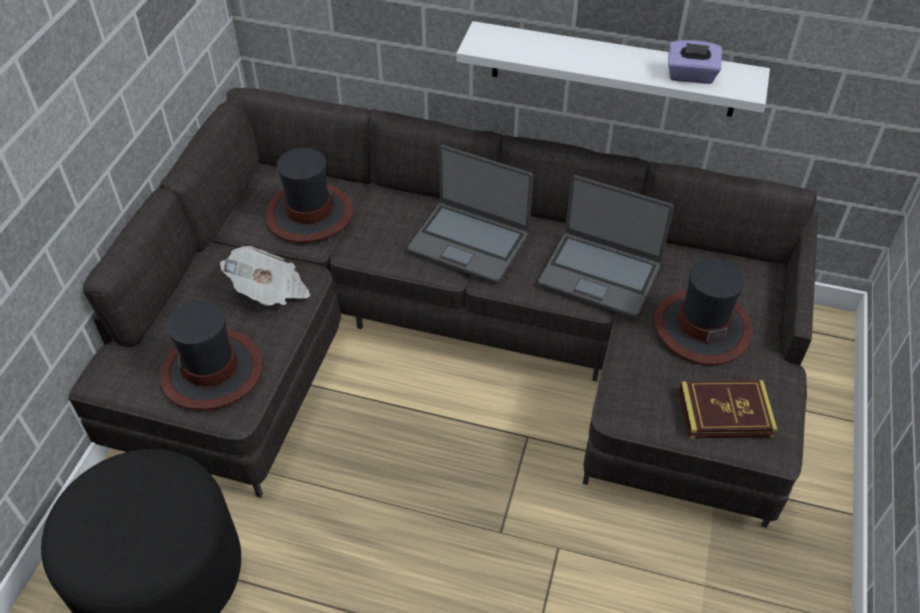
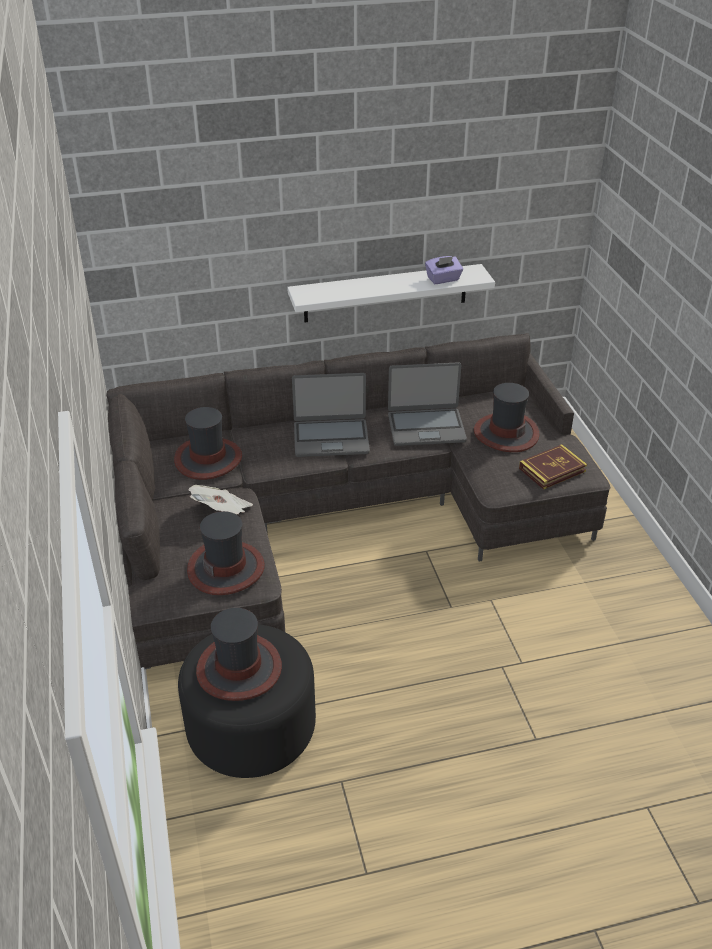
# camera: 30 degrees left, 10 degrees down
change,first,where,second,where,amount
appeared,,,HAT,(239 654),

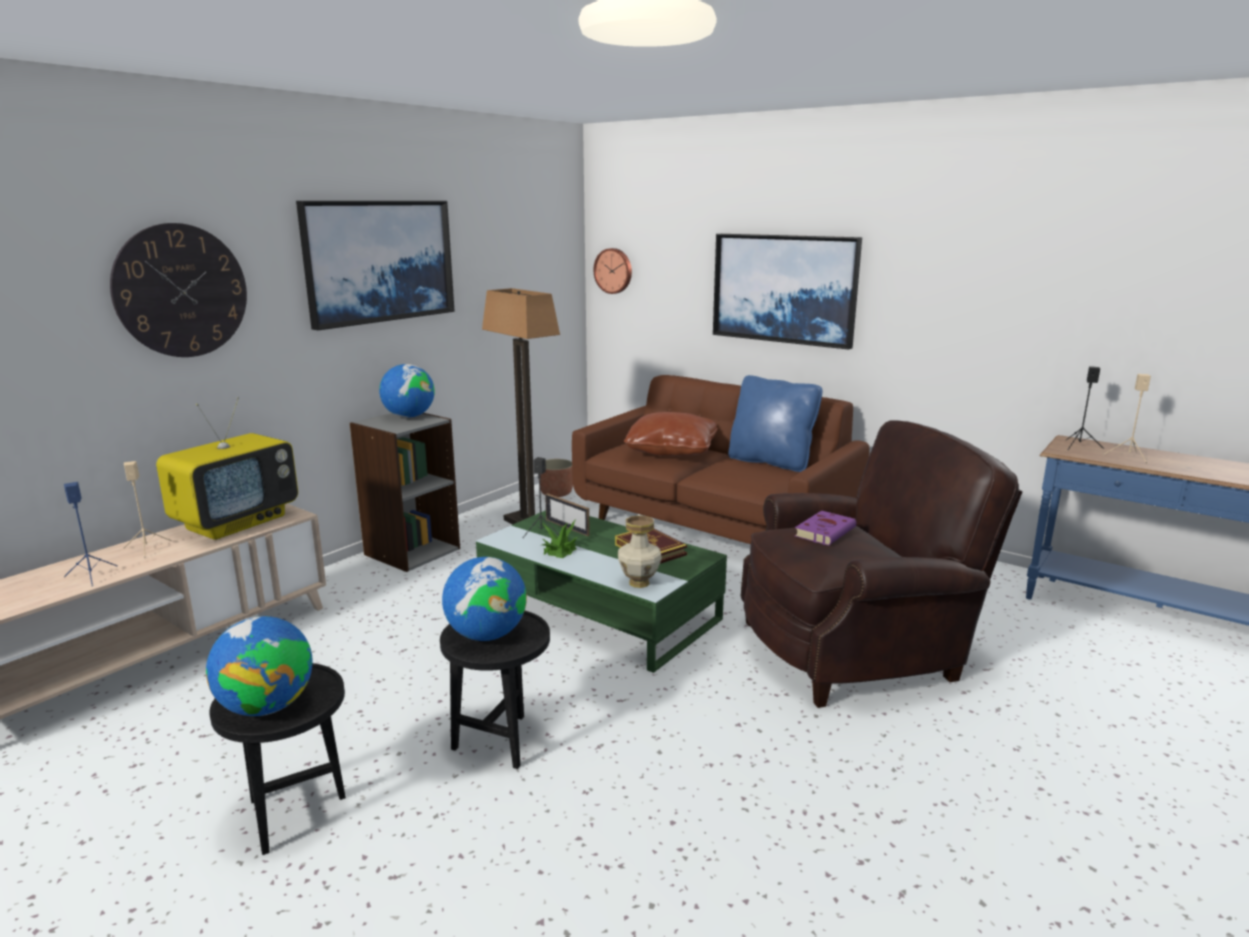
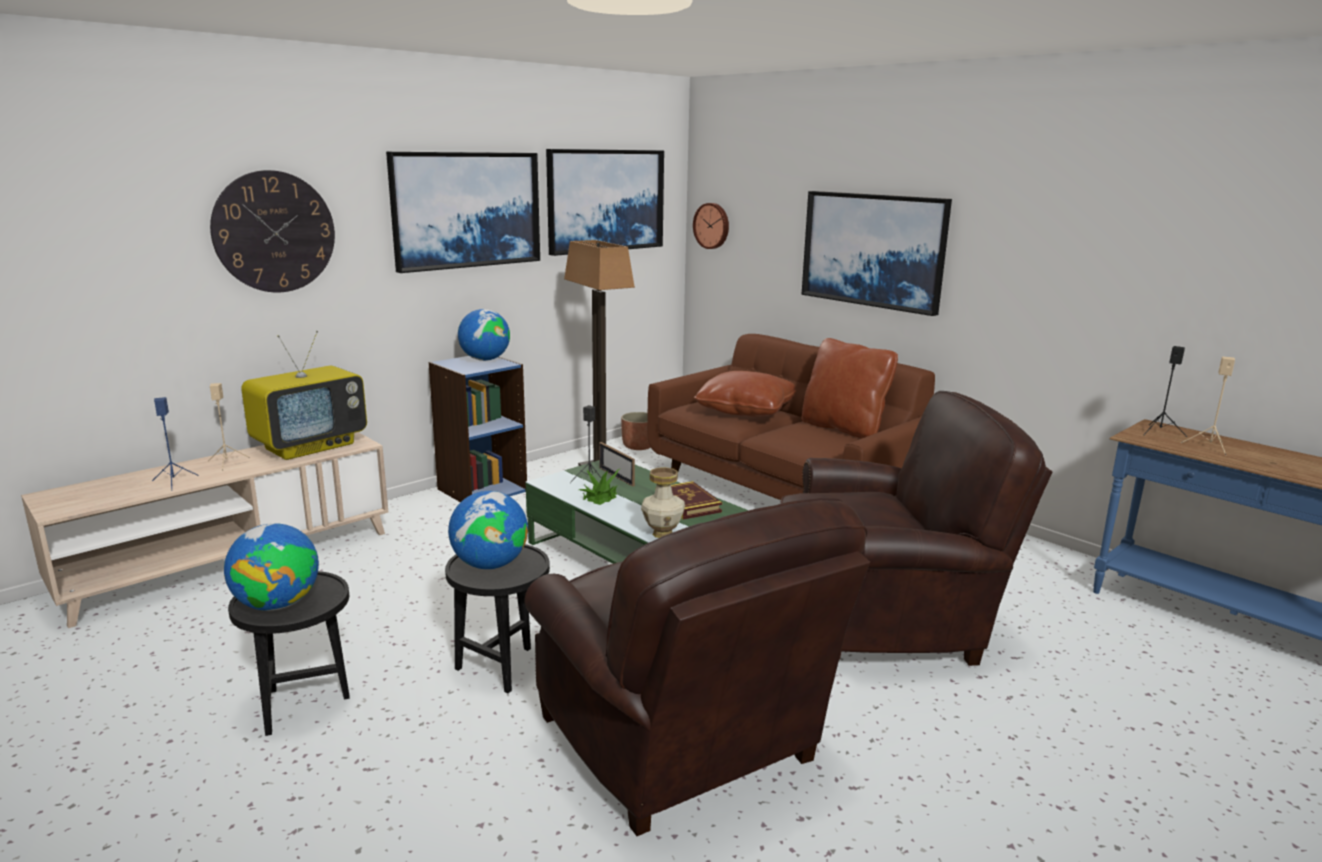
# camera: 10 degrees right, 0 degrees up
change,first,where,second,where,amount
colour,GREY BOOKCASE,(405 492),BLUE BOOKCASE,(478 429),
colour,BLUE PILLOW,(775 423),BROWN PILLOW,(850 388),
missing,PURPLE BOOK,(825 528),,,
appeared,,,BROWN ARMCHAIR,(697 667),
appeared,,,PICTURE,(605 202),

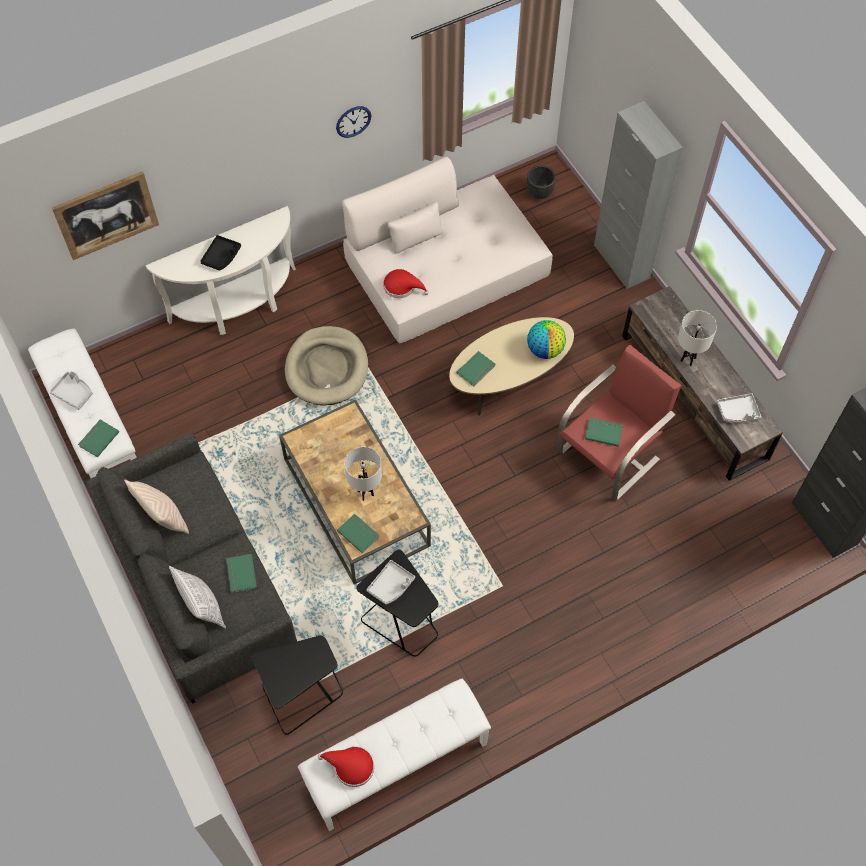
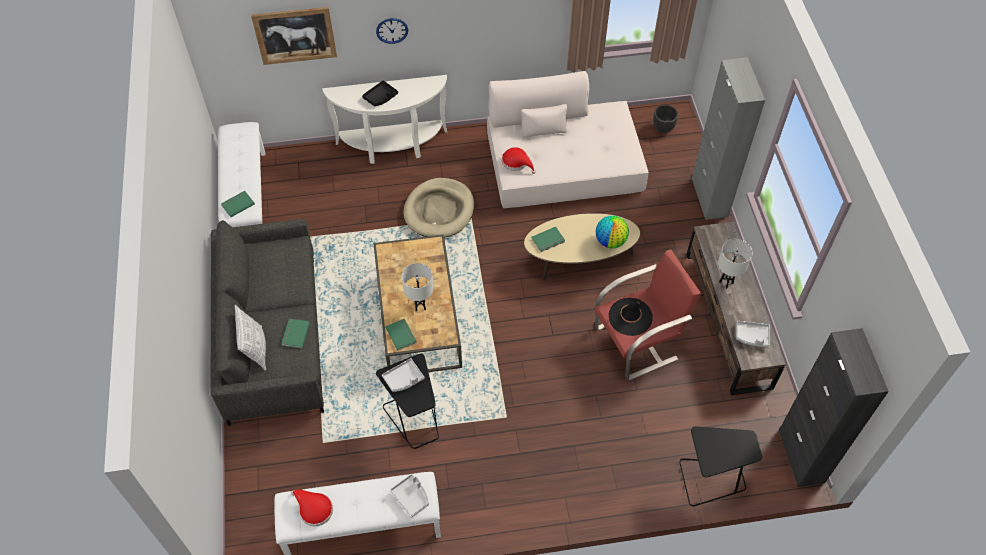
# camera: 20 degrees right, 5 degrees down
change,first,where,second,where,amount
relocated,GREY TRAY,(71 390),,(409 496),
missing,BEIGE PILLOW,(156 506),,,
relocated,BLACK SIDE TABLE,(297 685),,(720 466),
relocated,WALL CLOCK,(353 122),,(392 31),
exchanged,GREEN BOOK,(604 432),BLACK HAT,(631 317),

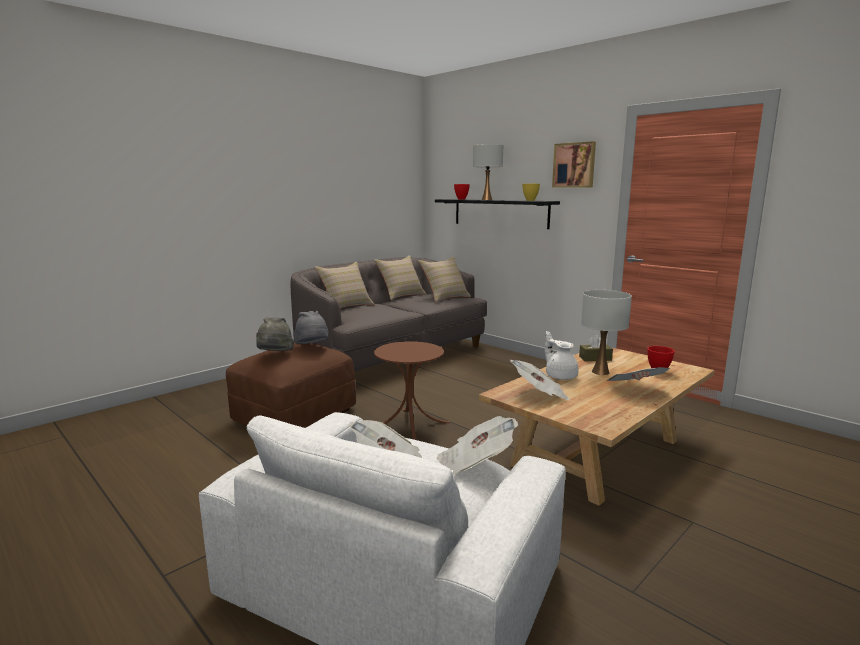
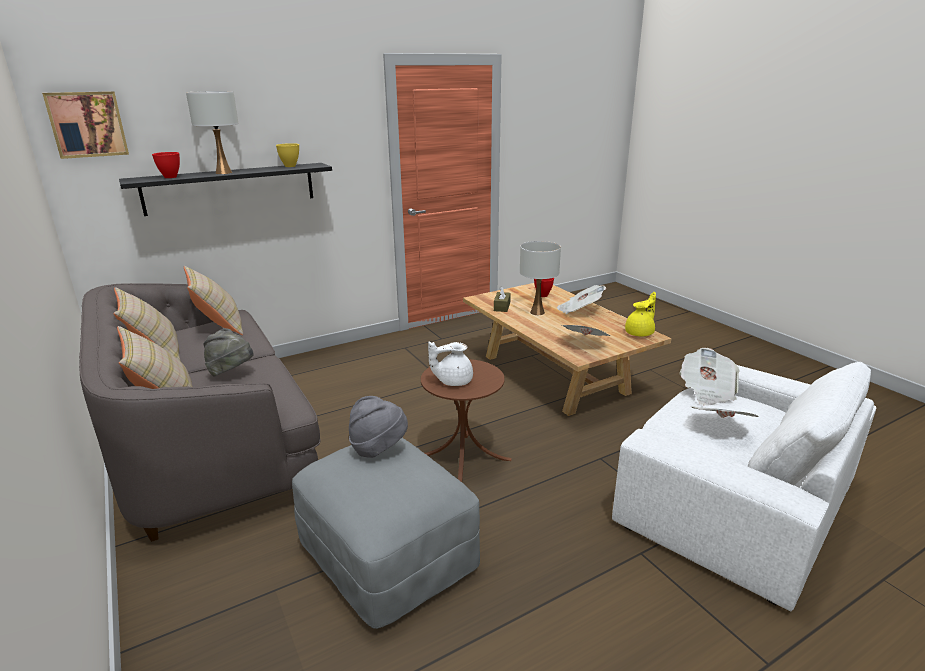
# camera: 75 degrees left, 10 degrees up
change,first,where,second,where,amount
colour,BROWN OTTOMAN,(291 385),GREY OTTOMAN,(386 533),
relocated,GREY HAT,(275 334),,(229 352),
relocated,WHITE TEAPOT,(562 355),,(450 363),
relocated,PICTURE,(574 164),,(85 125),
appeared,,,YELLOW TEAPOT,(640 314),

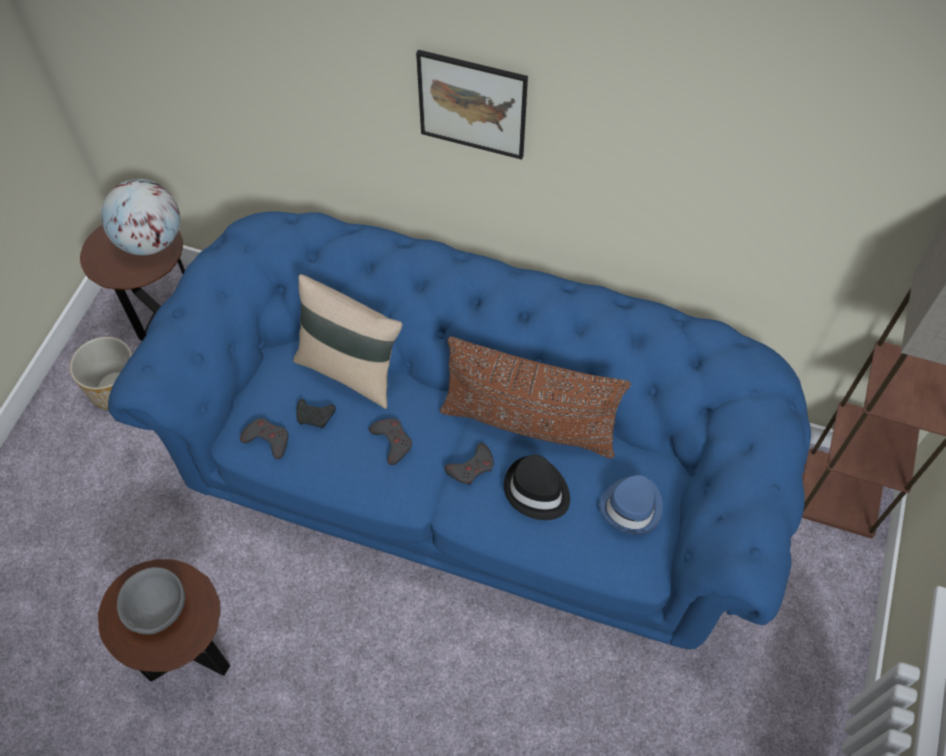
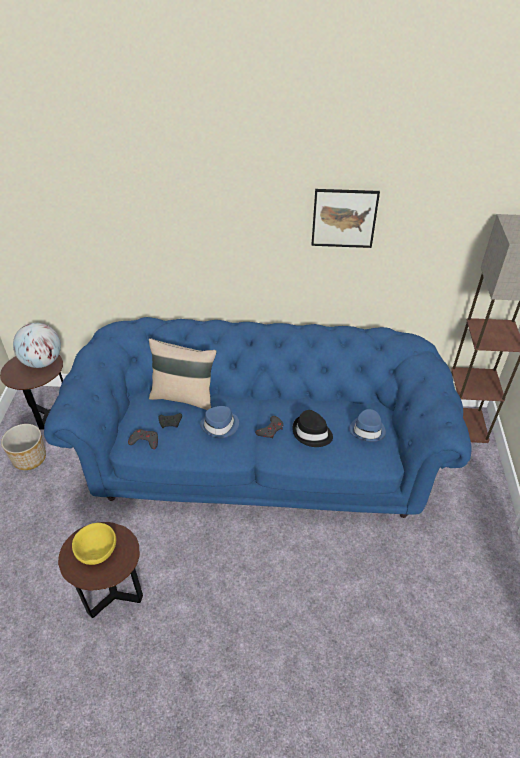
# camera: 15 degrees left, 15 degrees down
change,first,where,second,where,amount
colour,GREY BOWL,(151 600),YELLOW BOWL,(94 544),
exchanged,GREY GAME CONTROLLER,(390 441),BLUE HAT,(219 422),
relocated,PICTURE,(472 105),,(345 218),
missing,BROWN PILLOW,(535 397),,,

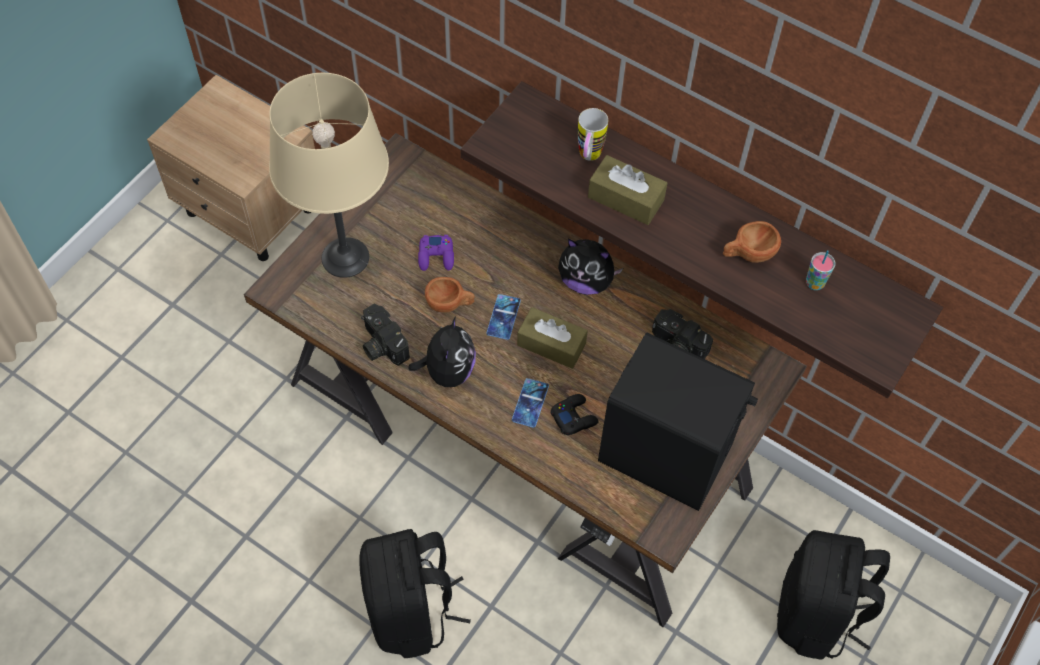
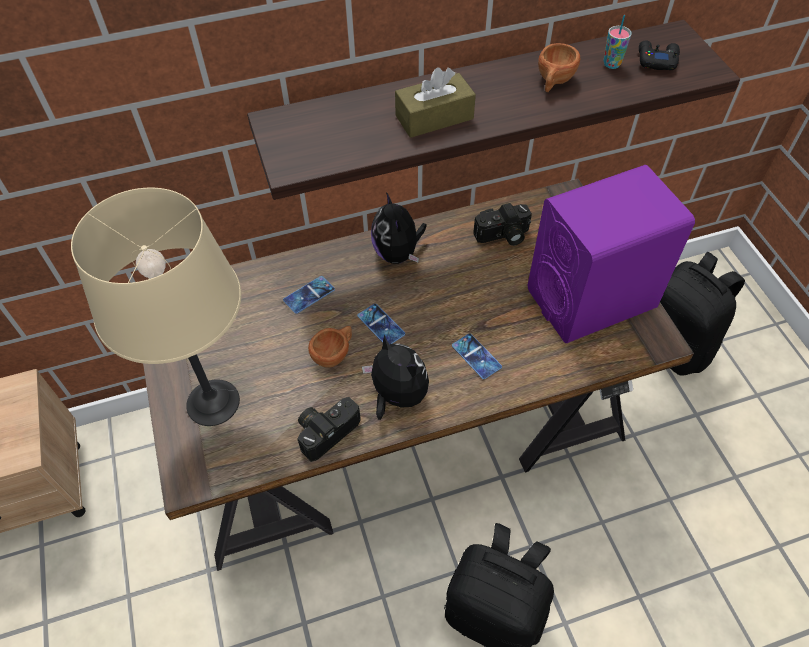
# camera: 50 degrees left, 5 degrees down
change,first,where,second,where,amount
spun,PHOTO CAMERA,(385 335),,(329 429),135 degrees clockwise
missing,PURPLE GAME CONTROLLER,(436 253),,,
missing,BROWN TISSUE BOX,(552 338),,,
relocated,BLACK GAME CONTROLLER,(574 414),,(659 55),
spun,PLUSH TOY,(590 267),,(399 228),105 degrees clockwise
missing,MUG,(593 134),,,
colour,BLACK SPEAKER,(678 421),PURPLE SPEAKER,(611 254),
appeared,,,PHONE,(309 295),

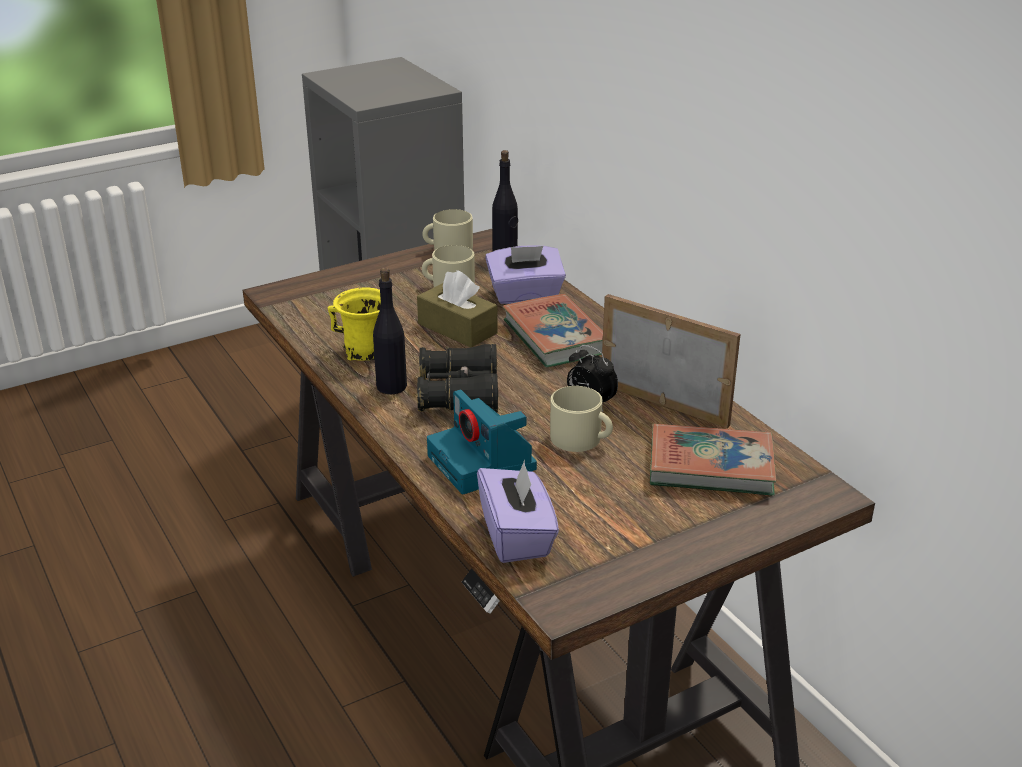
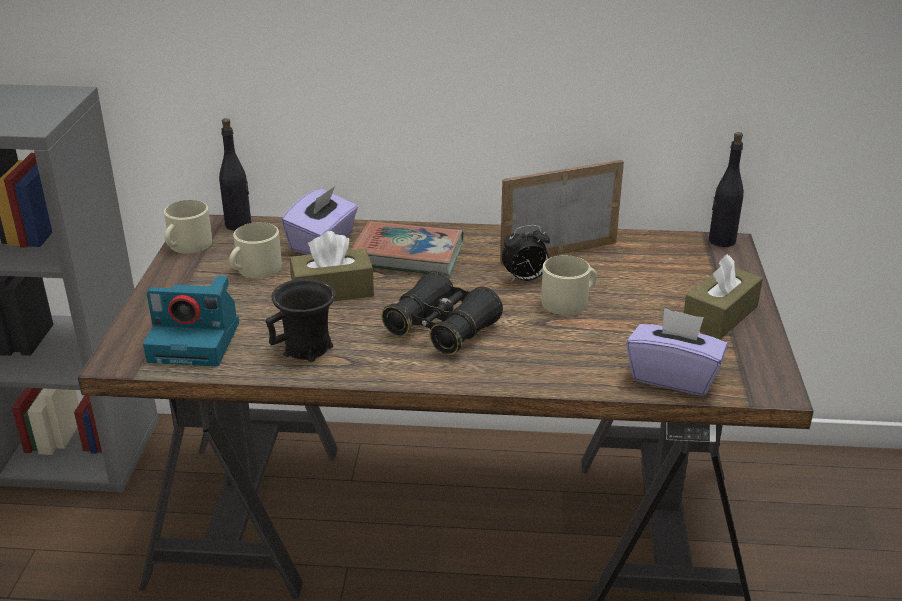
# camera: 55 degrees left, 0 degrees up
change,first,where,second,where,amount
colour,YELLOW MUG,(354 324),BLACK MUG,(301 320),
relocated,BLACK BOTTLE,(390 331),,(726 189),
relocated,PHOTO CAMERA,(482 441),,(191 321),
missing,BOOK,(713 460),,,
appeared,,,BROWN TISSUE BOX,(723 296),

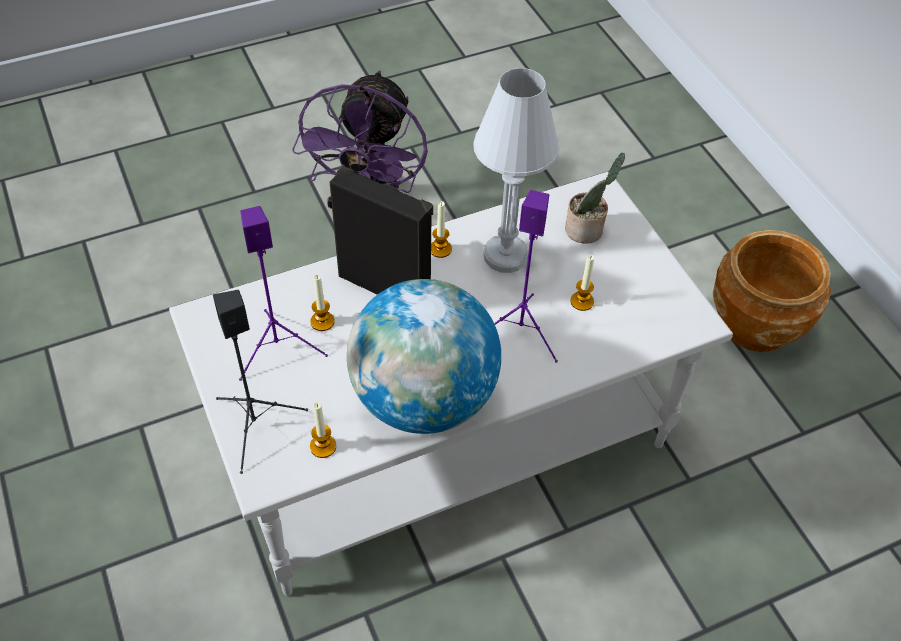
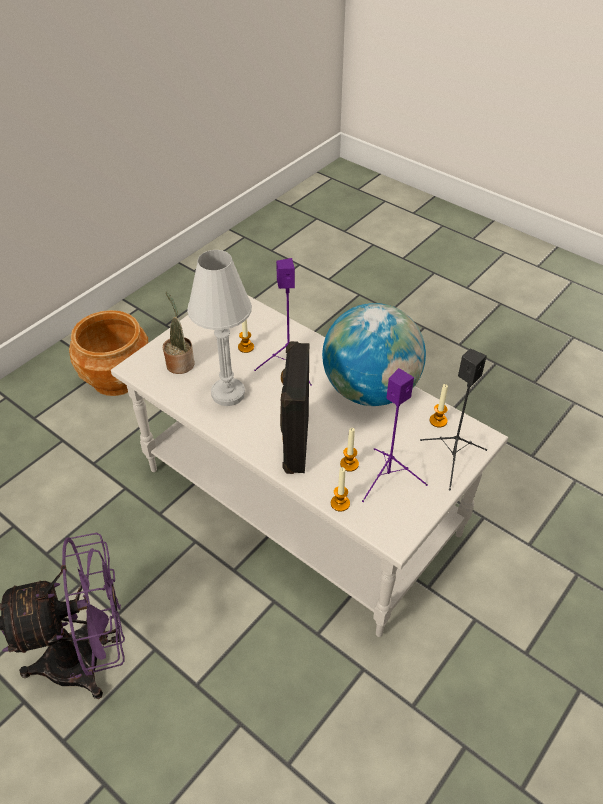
# camera: 115 degrees left, 5 degrees down
change,first,where,second,where,amount
relocated,CANDLE,(441 229),,(340 489),

